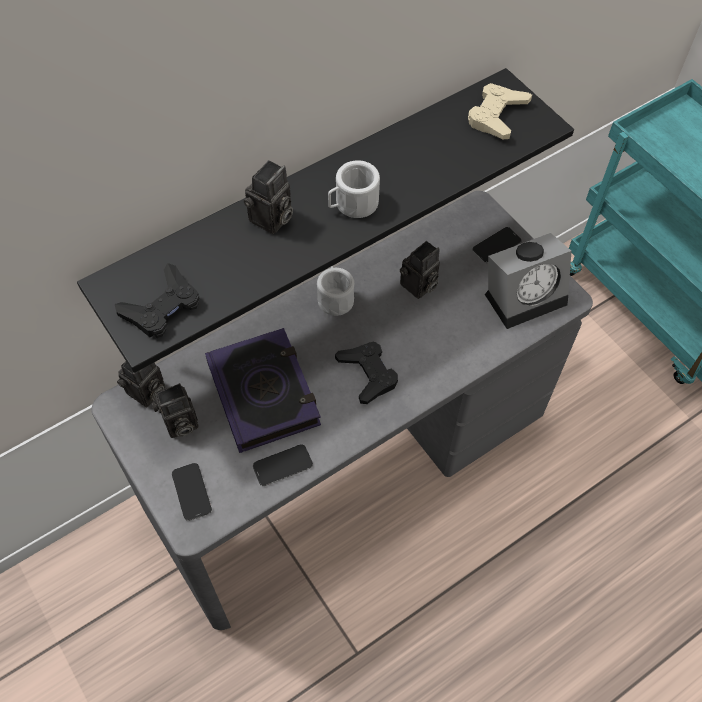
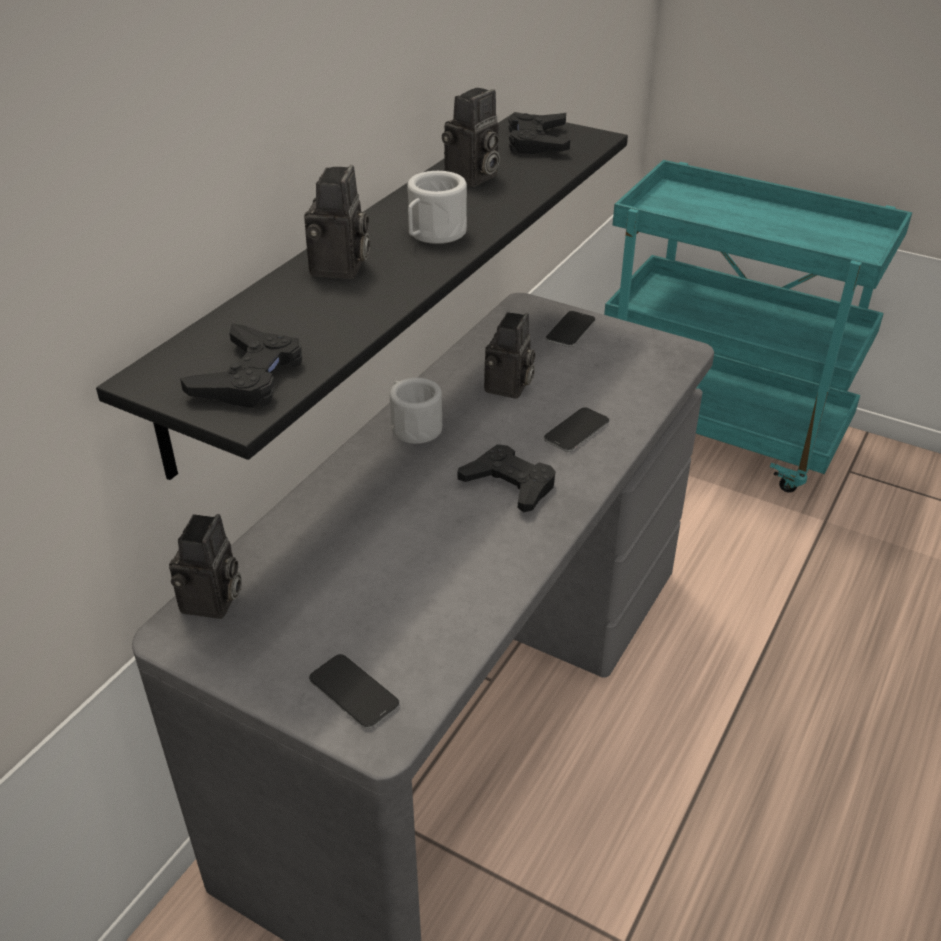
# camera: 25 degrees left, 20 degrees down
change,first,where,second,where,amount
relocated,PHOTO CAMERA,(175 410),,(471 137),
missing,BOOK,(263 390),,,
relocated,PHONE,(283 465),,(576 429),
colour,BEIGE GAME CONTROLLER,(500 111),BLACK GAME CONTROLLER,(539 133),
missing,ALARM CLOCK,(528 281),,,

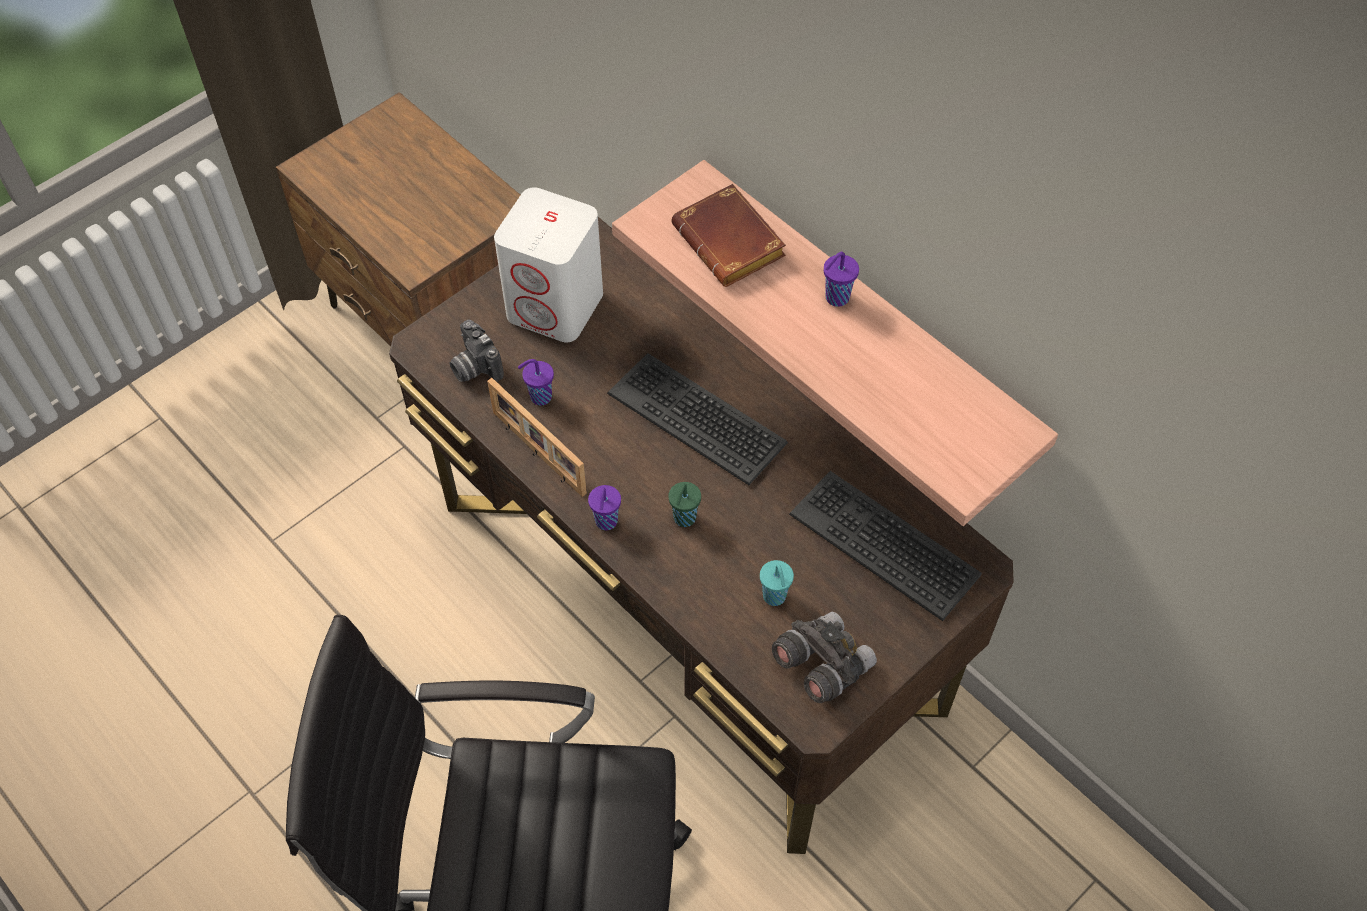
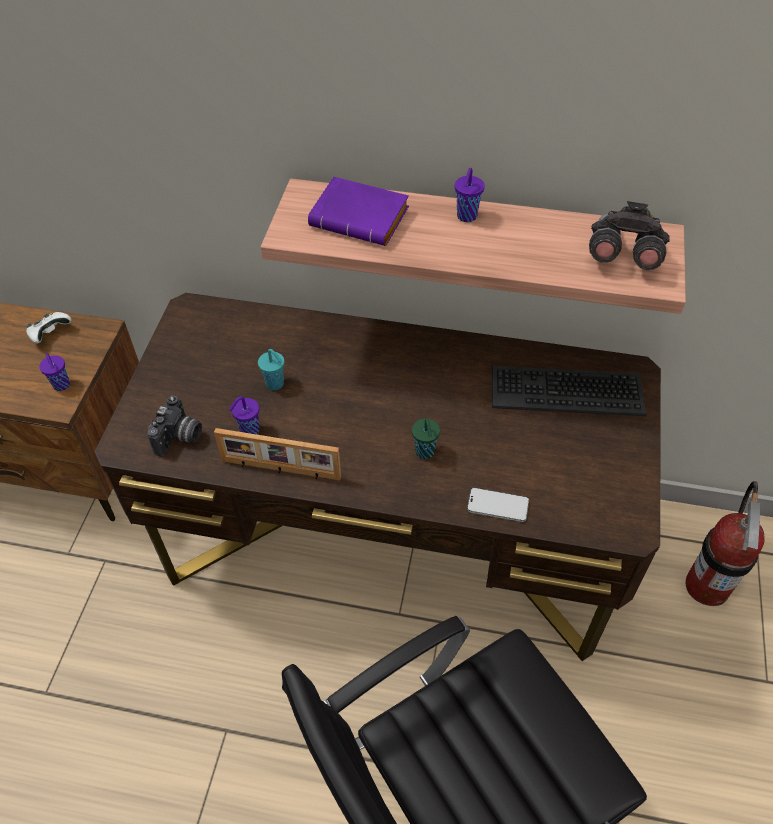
# camera: 35 degrees left, 5 degrees down
change,first,where,second,where,amount
spun,PHOTO CAMERA,(477 351),,(174 426),90 degrees counterclockwise
missing,WHITE SPEAKER,(548 264),,,
relocated,PURPLE CUP,(604 507),,(54 372),
missing,KEYBOARD,(697 419),,,
colour,BROWN BOOK,(728 235),PURPLE BOOK,(358 211),
relocated,TURQUOISE CUP,(777 583),,(271 369),
relocated,GREY BINOCULARS,(824 657),,(629 235),
appeared,,,WHITE GAME CONTROLLER,(49 327),
appeared,,,PHONE,(498 504),
appeared,,,FIRE EXTINGUISHER,(725 543),

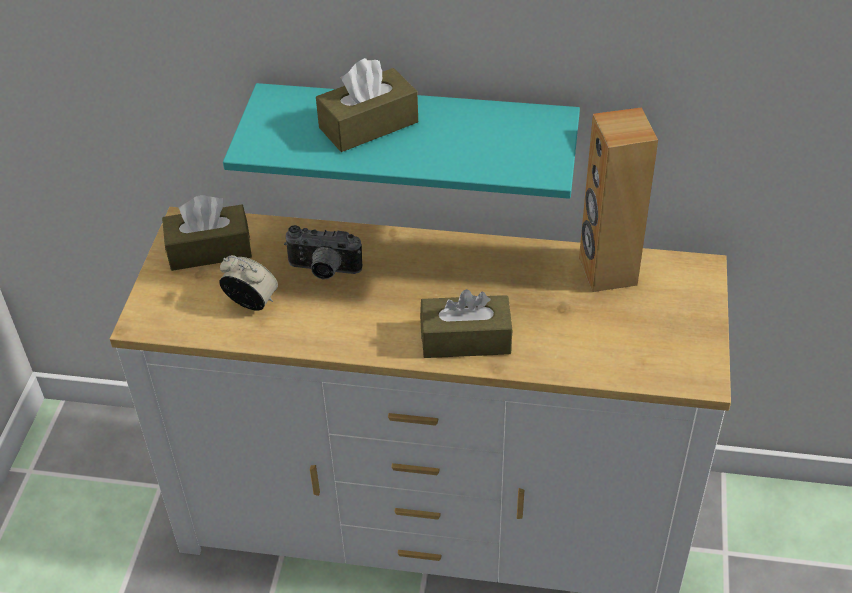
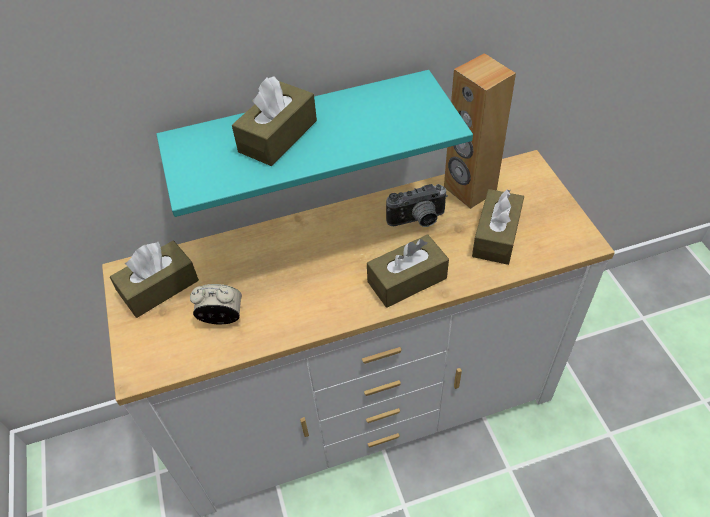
# camera: 25 degrees left, 5 degrees up
change,first,where,second,where,amount
relocated,PHOTO CAMERA,(323 252),,(417 205),
appeared,,,BROWN TISSUE BOX,(498 227),

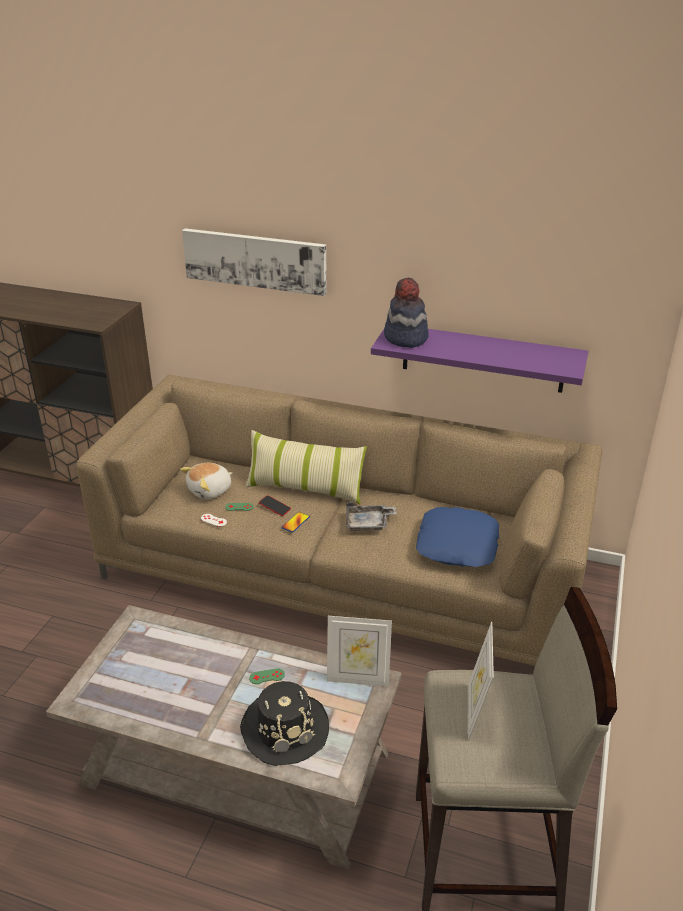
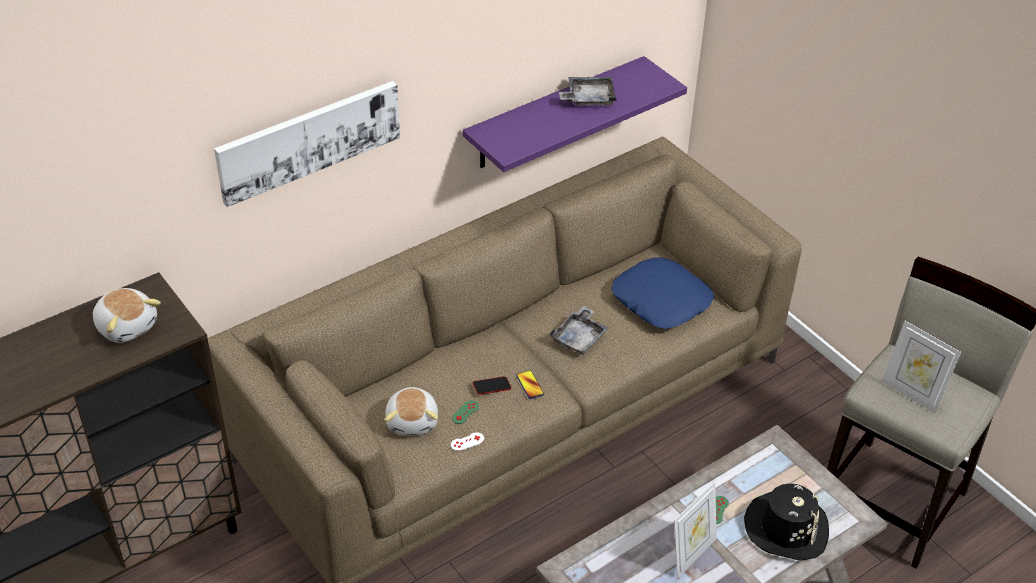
# camera: 55 degrees left, 10 degrees up
change,first,where,second,where,amount
missing,PILLOW,(306 467),,,
relocated,PICTURE FRAME,(359 651),,(695 529),
missing,HAT,(406 313),,,
appeared,,,PLUSH TOY,(127 315),
appeared,,,GREY TRAY,(588 91),

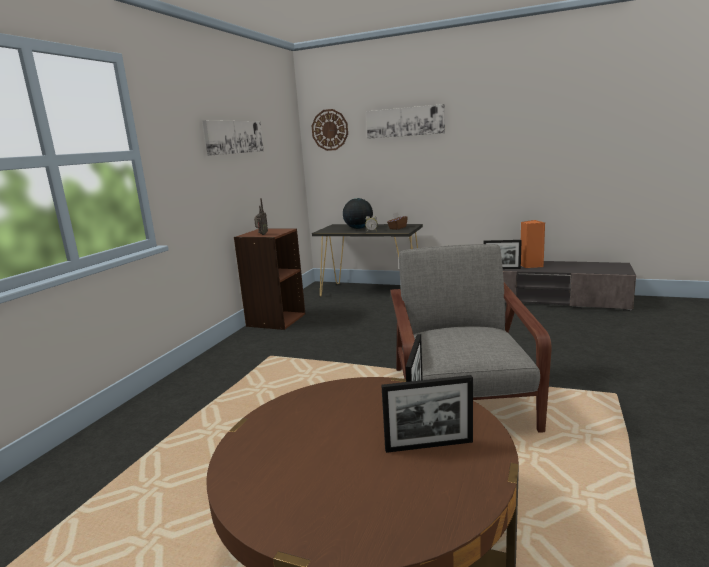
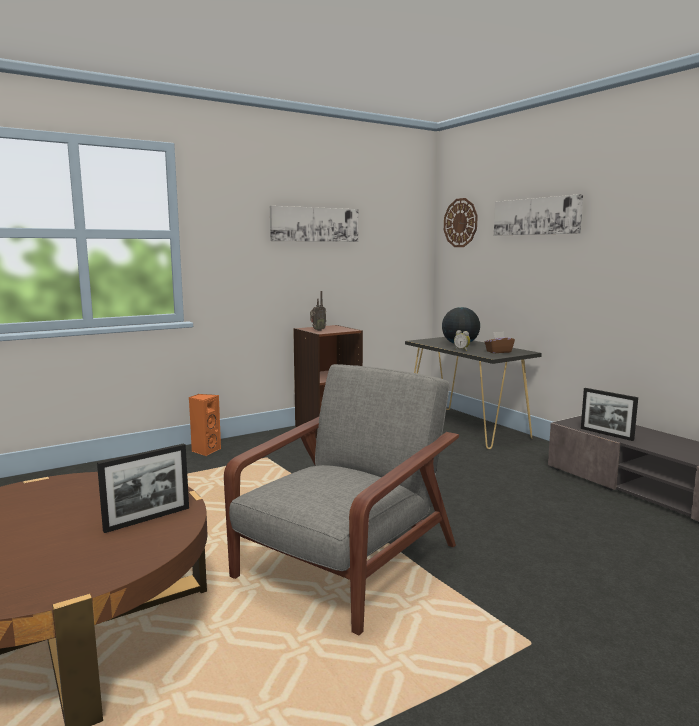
# camera: 35 degrees right, 5 degrees down
change,first,where,second,where,amount
missing,PICTURE FRAME,(427 414),,,
relocated,ORANGE SPEAKER,(533 244),,(205 425),

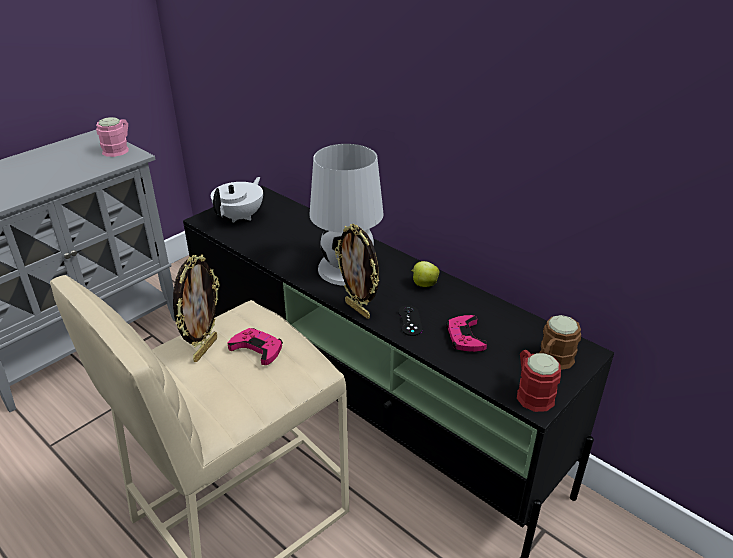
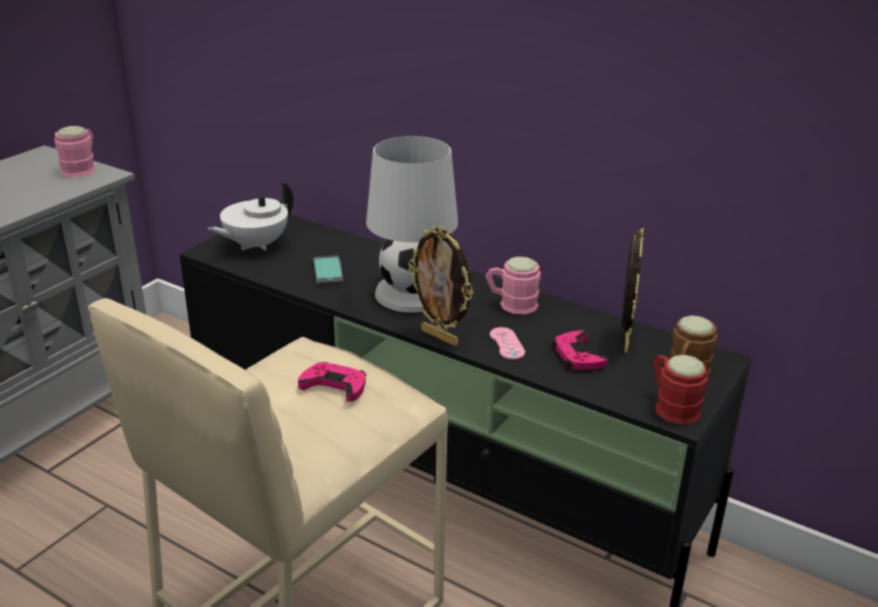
# camera: 10 degrees left, 5 degrees down
change,first,where,second,where,amount
relocated,PICTURE FRAME,(196 308),,(632 290),
spun,WHITE TEAPOT,(237 200),,(250 216),150 degrees counterclockwise
colour,BLACK GAME CONTROLLER,(410 320),PINK GAME CONTROLLER,(507 343),
exchanged,APPLE,(425 274),PINK MUG,(513 285),
appeared,,,PHONE,(328 271),

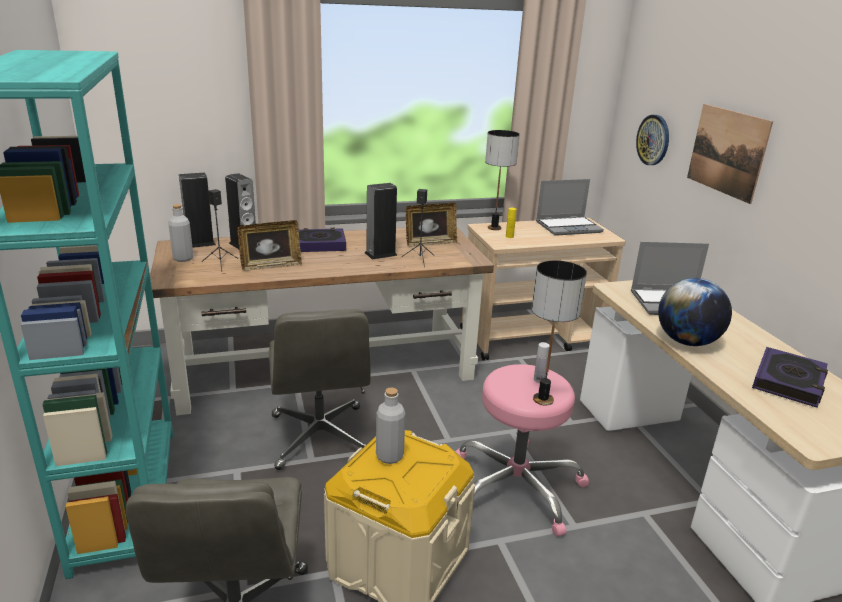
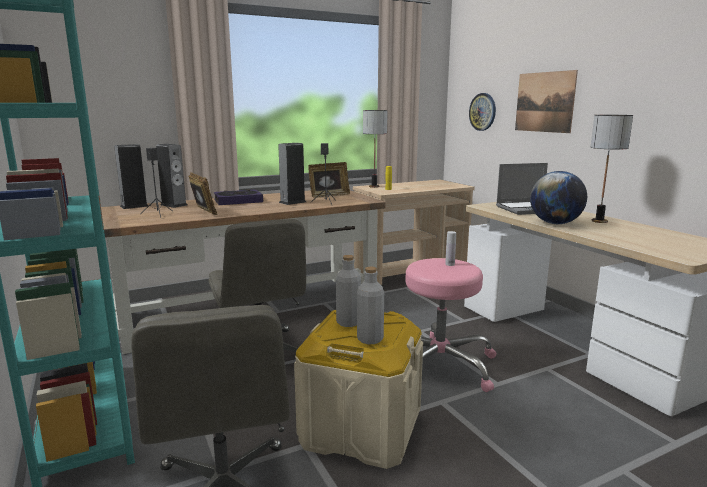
# camera: 10 degrees left, 10 degrees down
change,first,where,second,where,amount
relocated,GREY BOTTLE,(180 233),,(370 305),
spun,PICTURE FRAME,(269 245),,(203 193),90 degrees counterclockwise
relocated,TABLE LAMP,(559 332),,(612 169),
missing,LAPTOP,(570 207),,,
missing,BOOK,(790 377),,,

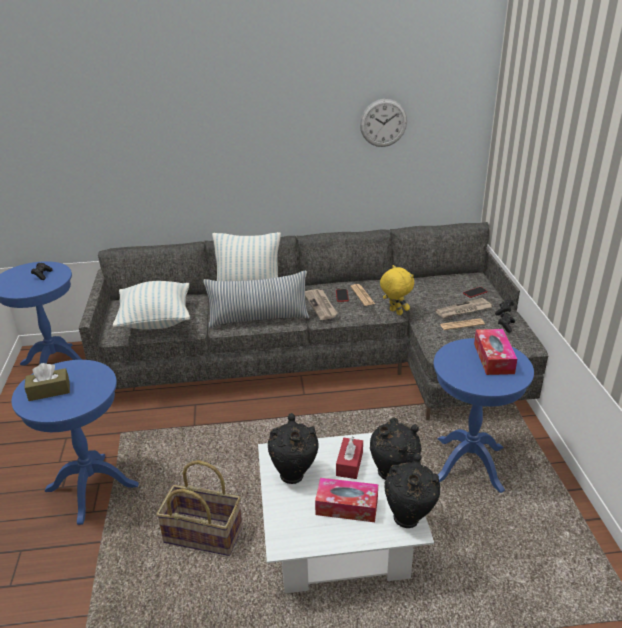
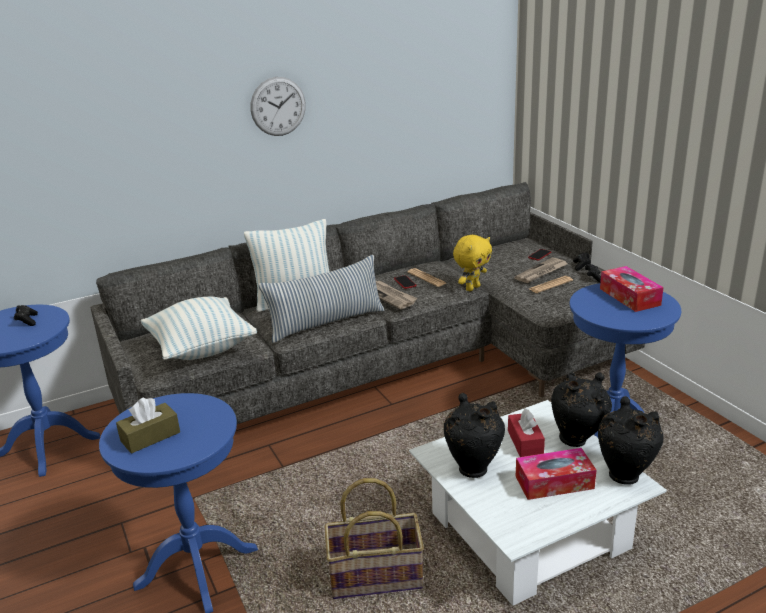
# camera: 20 degrees left, 5 degrees down
change,first,where,second,where,amount
relocated,WALL CLOCK,(383 123),,(278 106),
spun,YELLOW PLUSH TOY,(397 290),,(472 263),105 degrees clockwise

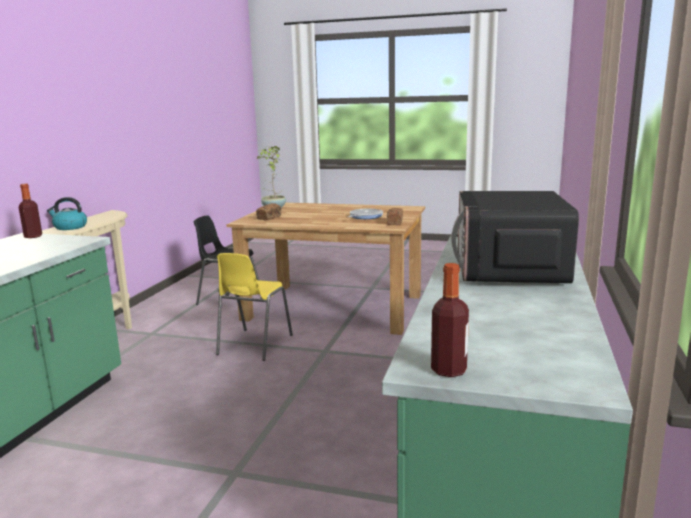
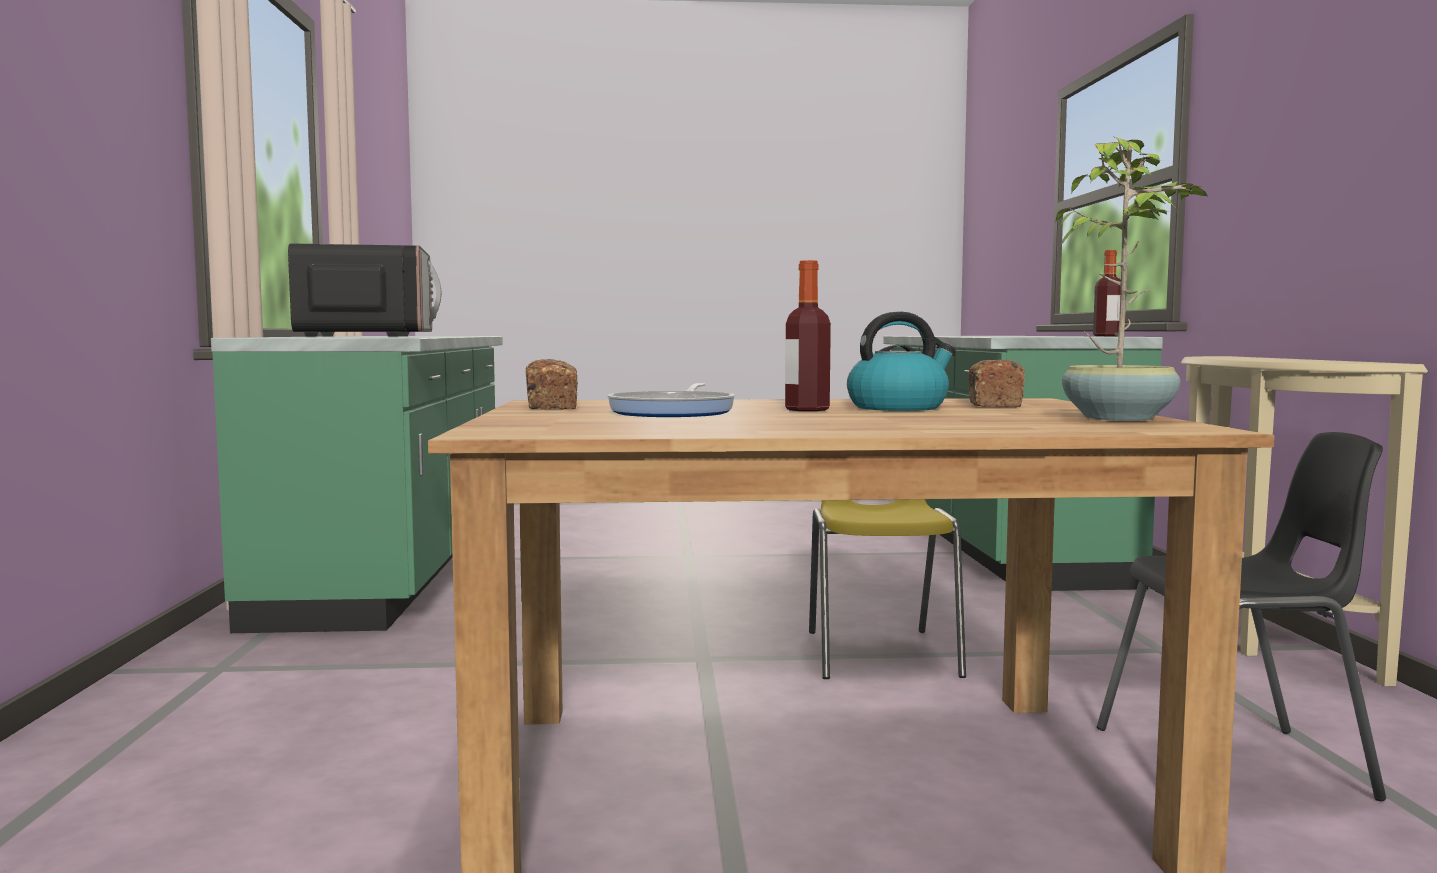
# camera: 160 degrees right, 10 degrees down
change,first,where,second,where,amount
relocated,KETTLE,(67 213),,(901 361),
relocated,BOTTLE,(450 320),,(808 335),

